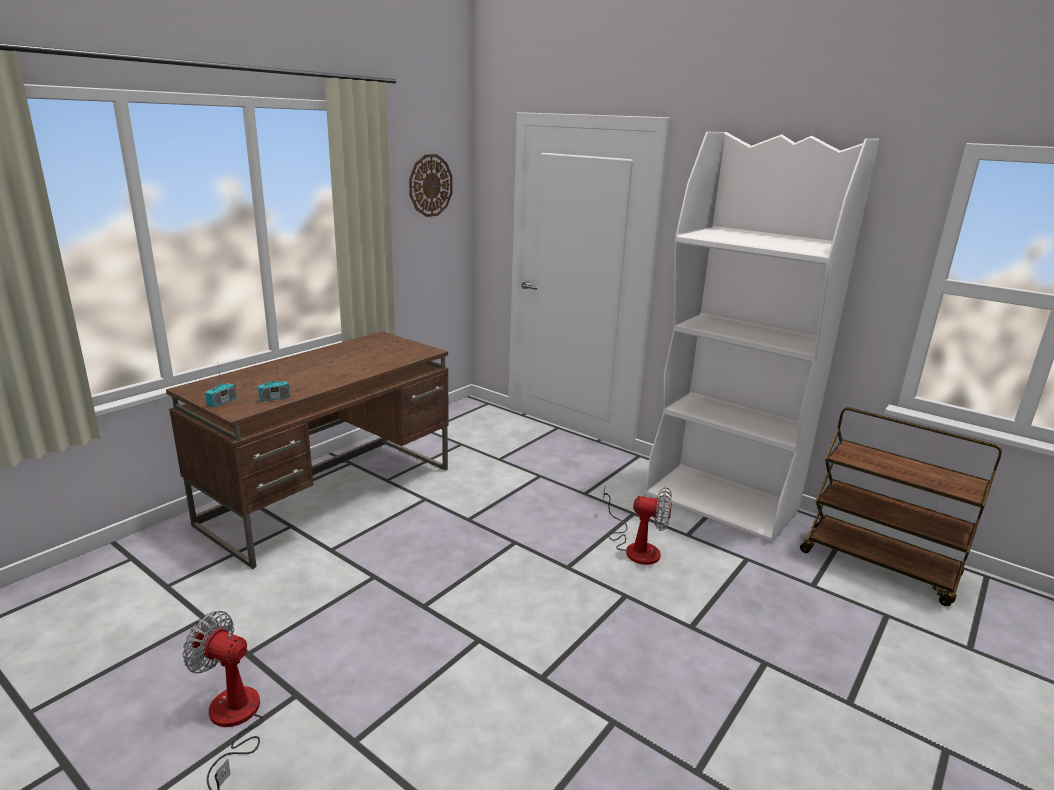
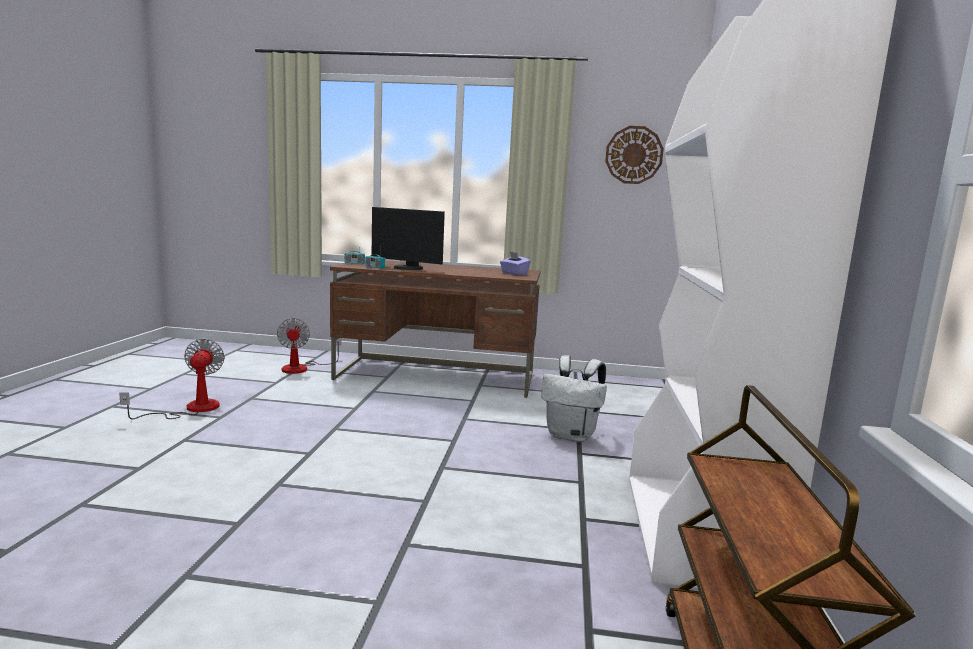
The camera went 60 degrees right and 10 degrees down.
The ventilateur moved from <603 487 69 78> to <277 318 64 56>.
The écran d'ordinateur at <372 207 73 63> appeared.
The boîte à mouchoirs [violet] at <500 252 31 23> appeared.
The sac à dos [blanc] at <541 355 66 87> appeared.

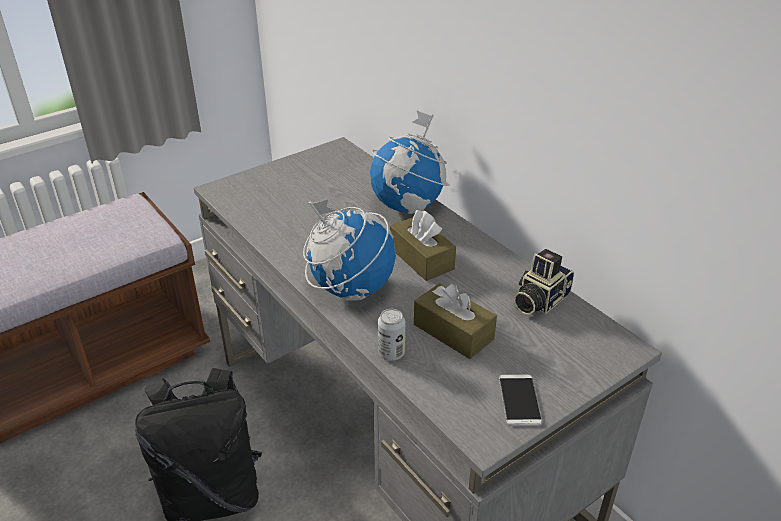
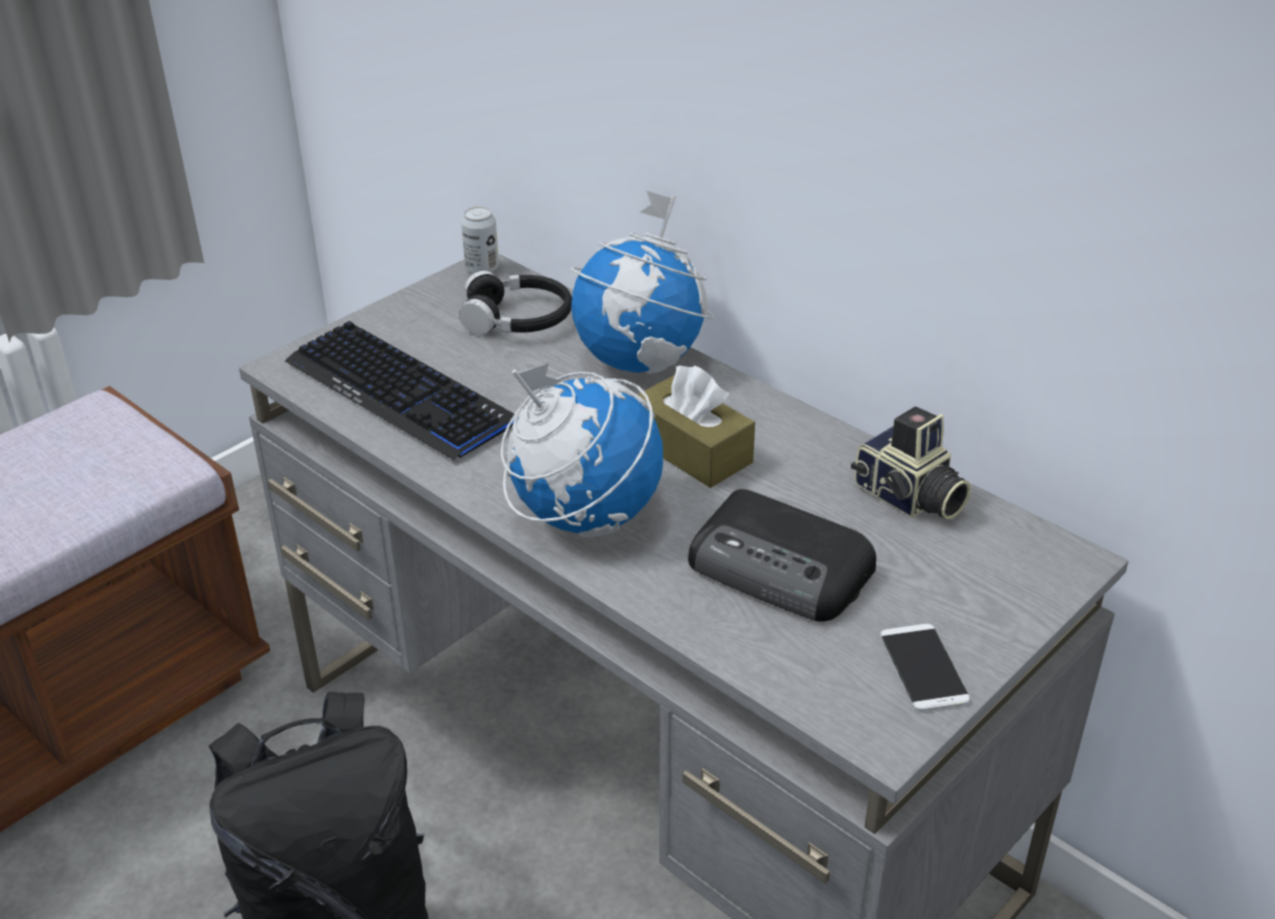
The camera went 10 degrees left and 0 degrees up.
The boîte métallique moved from <378 309 27 52> to <461 207 38 67>.
The boîte à mouchoirs [marron] at <414 283 83 76> was replaced by the radio at <688 489 188 133>.
The appareil photo at <513 249 61 66> turned 75 degrees counterclockwise.
The clavier at <285 321 229 139> appeared.
The casque audio [noir] at <459 271 113 64> appeared.

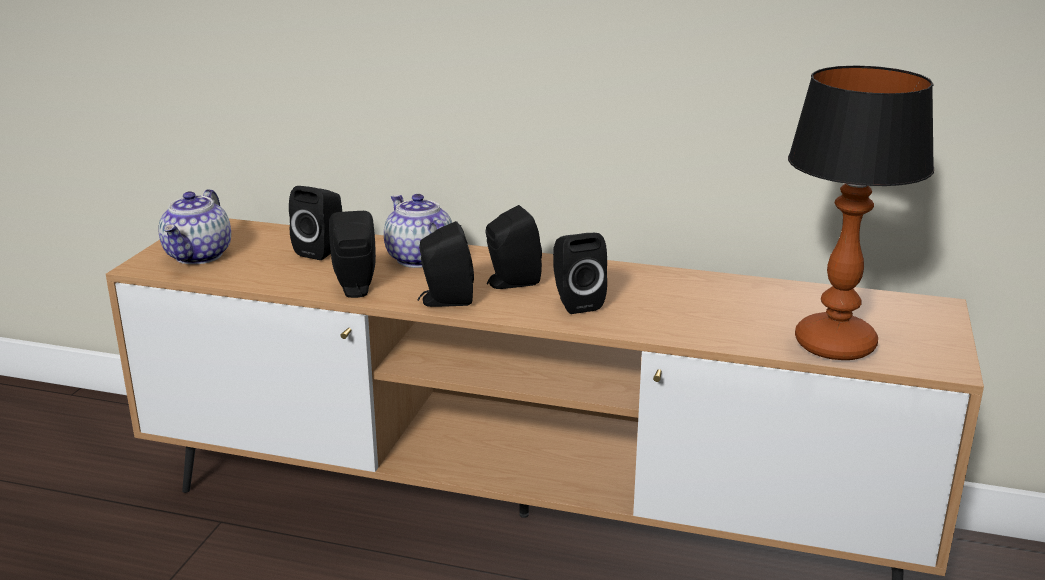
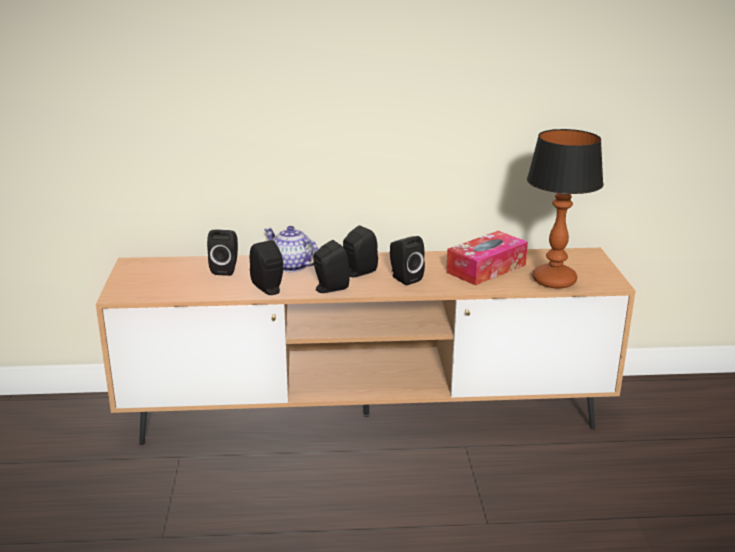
The camera went 20 degrees left and 0 degrees up.
The théière at <158 189 73 75> disappeared.
The boîte à mouchoirs at <446 231 82 55> appeared.

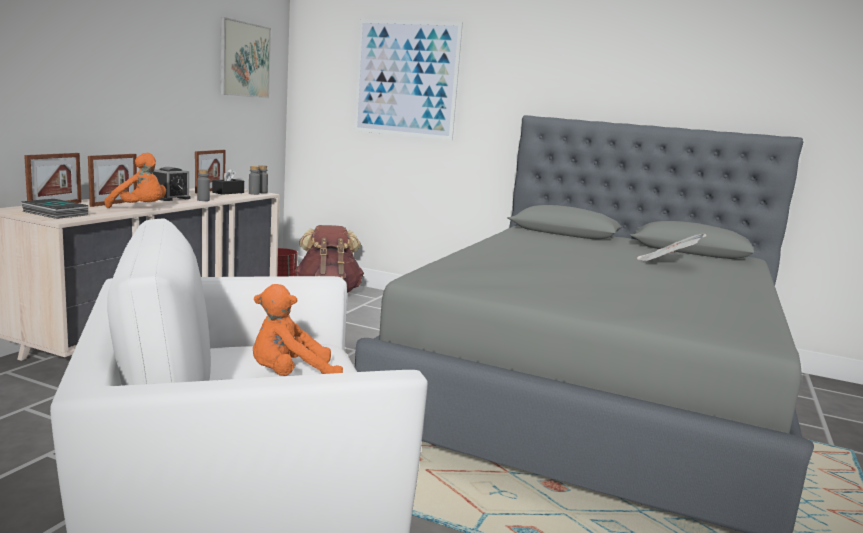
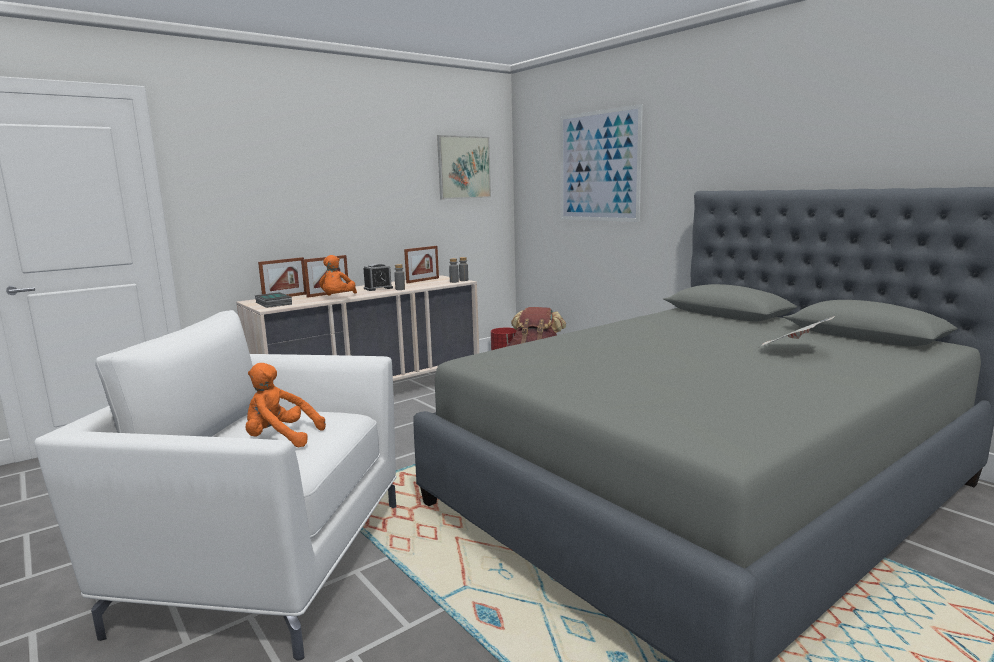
The camera went 30 degrees right and 0 degrees up.
The peluche [orange] at <104 153 62 55> turned 45 degrees clockwise.
The boîte à mouchoirs [noir] at <212 169 32 26> disappeared.

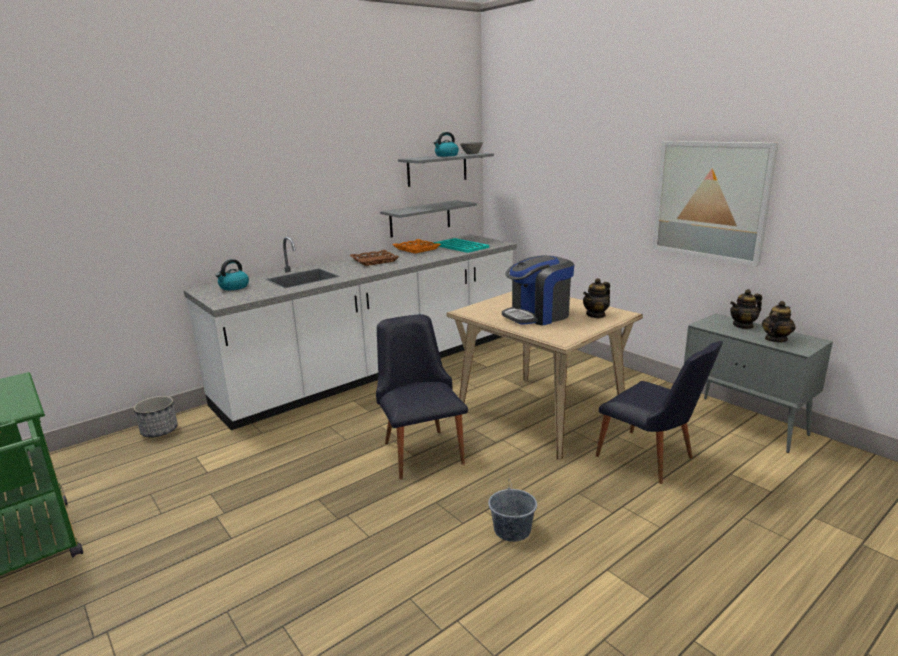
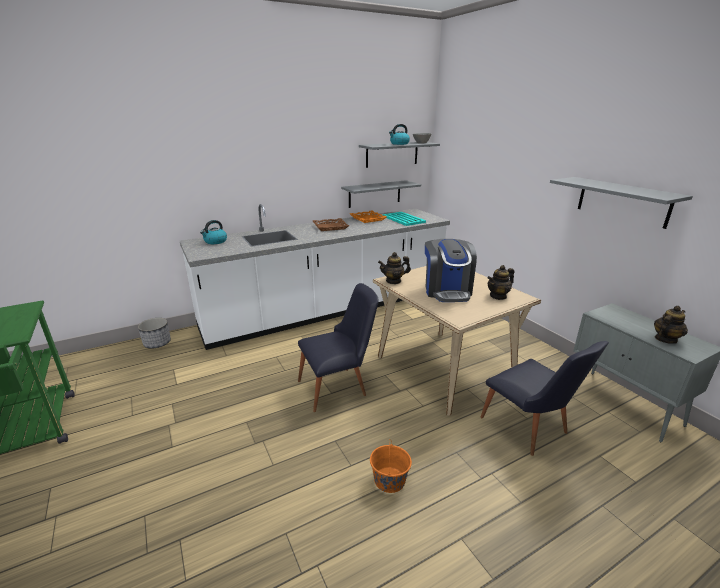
The camera went 10 degrees right and 5 degrees up.
The chaise [noir] at <376 314 92 165> turned 75 degrees clockwise.
The seau [gris] at <488 479 49 63> became the seau [orange] at <370 440 42 53>.
The machine à café at <502 255 72 71> turned 75 degrees counterclockwise.
The tableau at <653 141 126 125> was replaced by the étagère [gris] at <550 177 143 52>.
The théière moved from <730 289 32 40> to <378 252 33 32>.

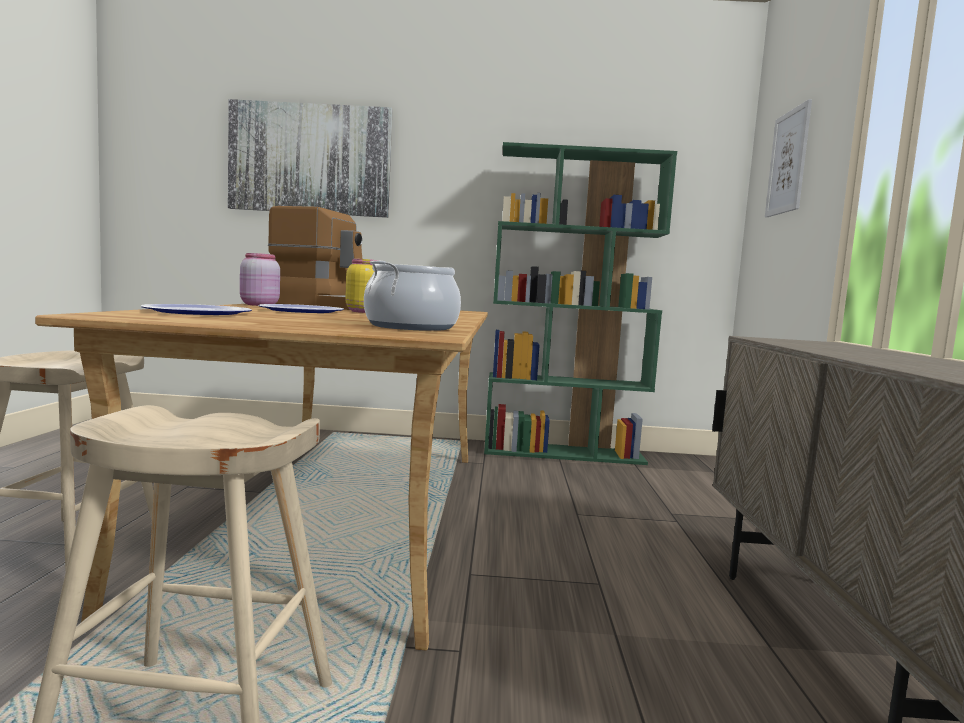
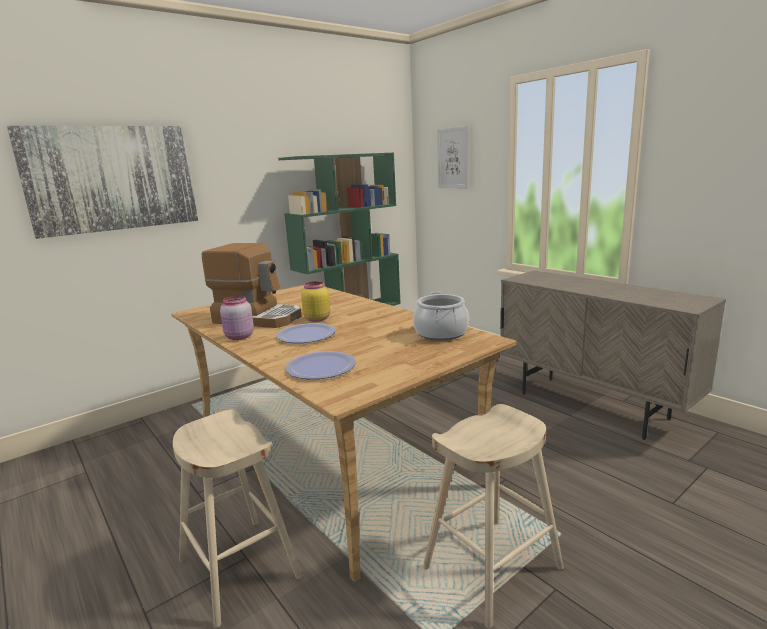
The camera went 40 degrees left and 10 degrees up.
The machine à café at <268 206 95 104> turned 45 degrees clockwise.

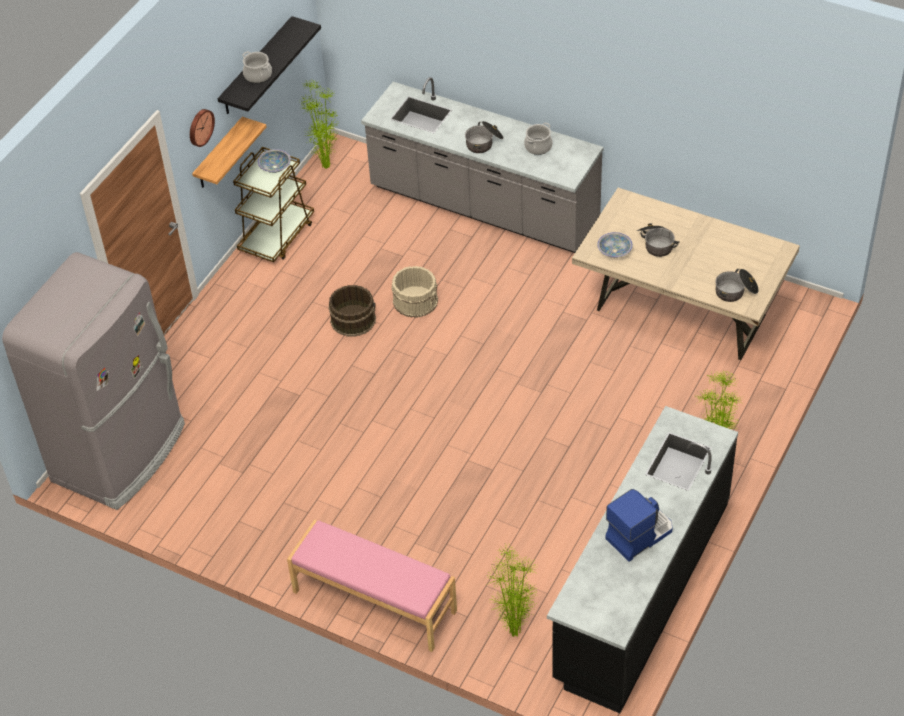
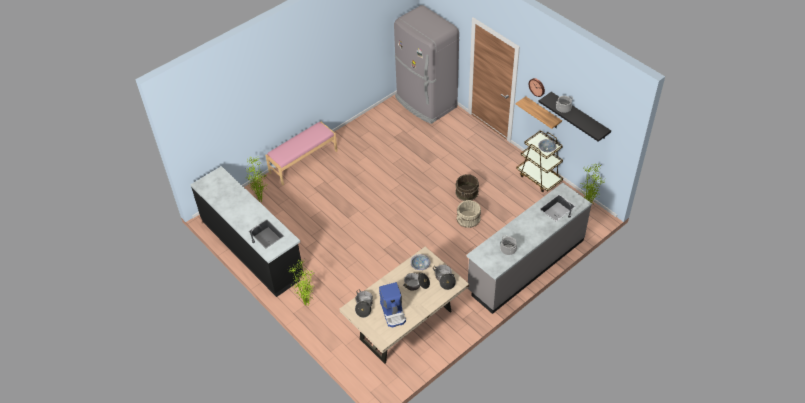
The camera went 110 degrees right and 0 degrees up.
The marmite moved from <465 121 39 32> to <433 265 23 25>.
The machine à café moved from <606 489 67 72> to <379 282 27 46>.

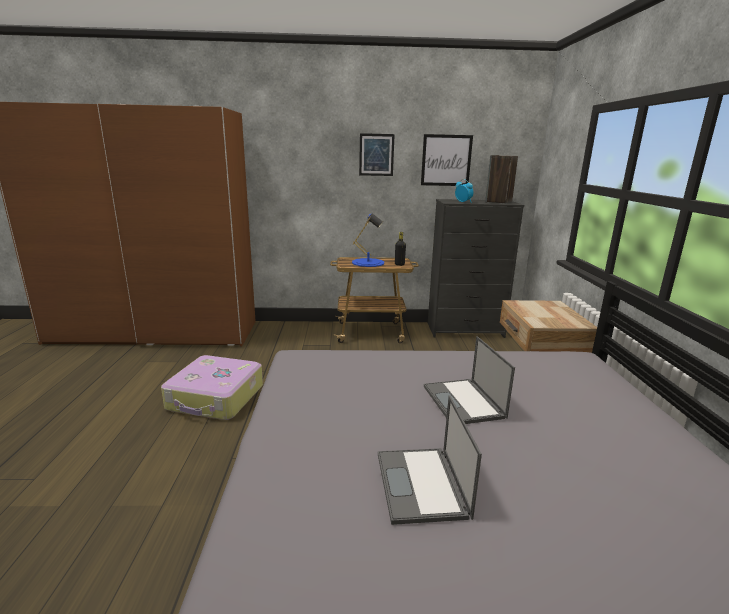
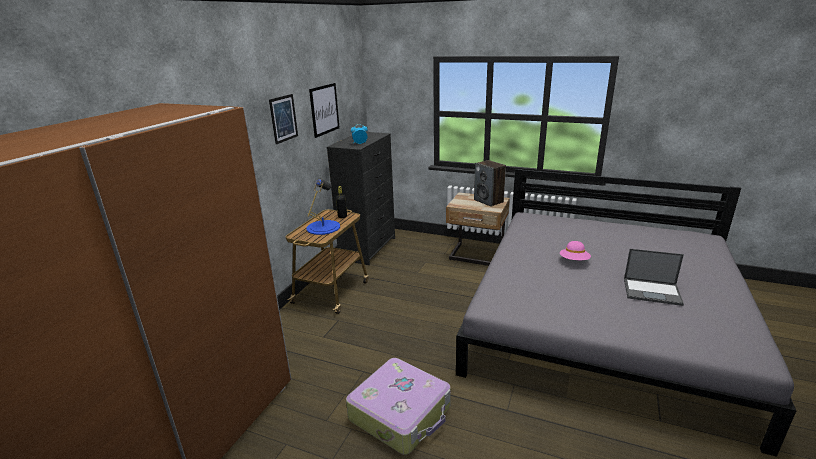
The camera went 65 degrees left and 5 degrees up.
The ordinateur portable at <424 336 91 88> was replaced by the chapeau [rose] at <560 241 31 19>.
The enceinte moved from <485 155 33 49> to <474 160 32 47>.

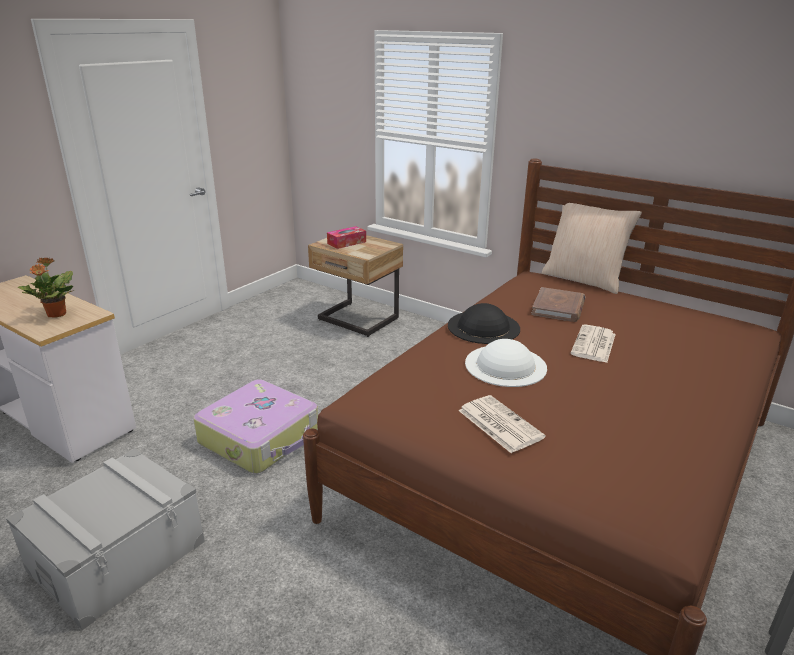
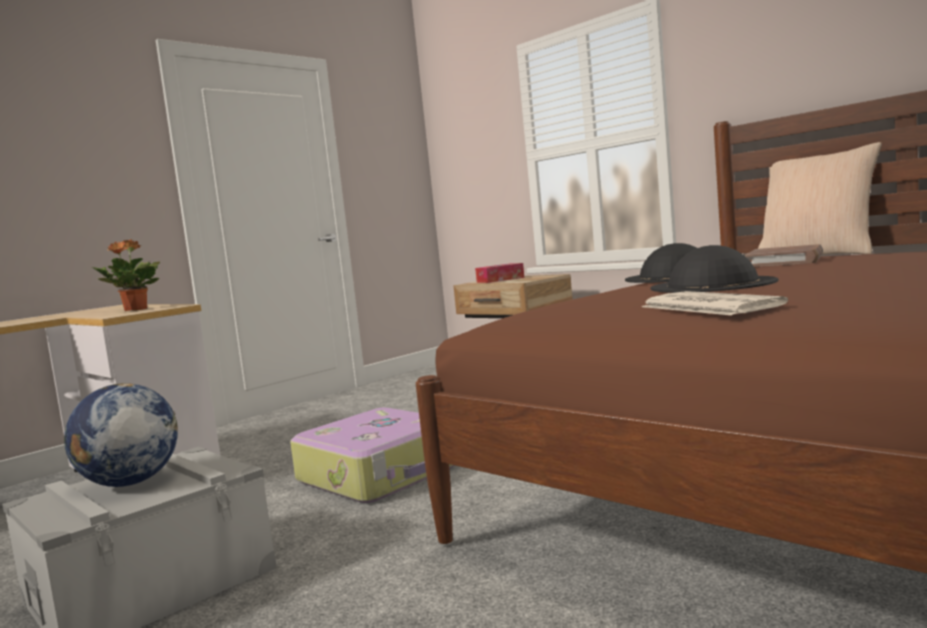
The camera went 10 degrees right and 20 degrees down.
The chapeau [blanc] at <465 339 82 48> became the chapeau [noir] at <651 245 128 48>.
The journal at <570 324 46 39> disappeared.
The globe at <64 383 114 104> appeared.

